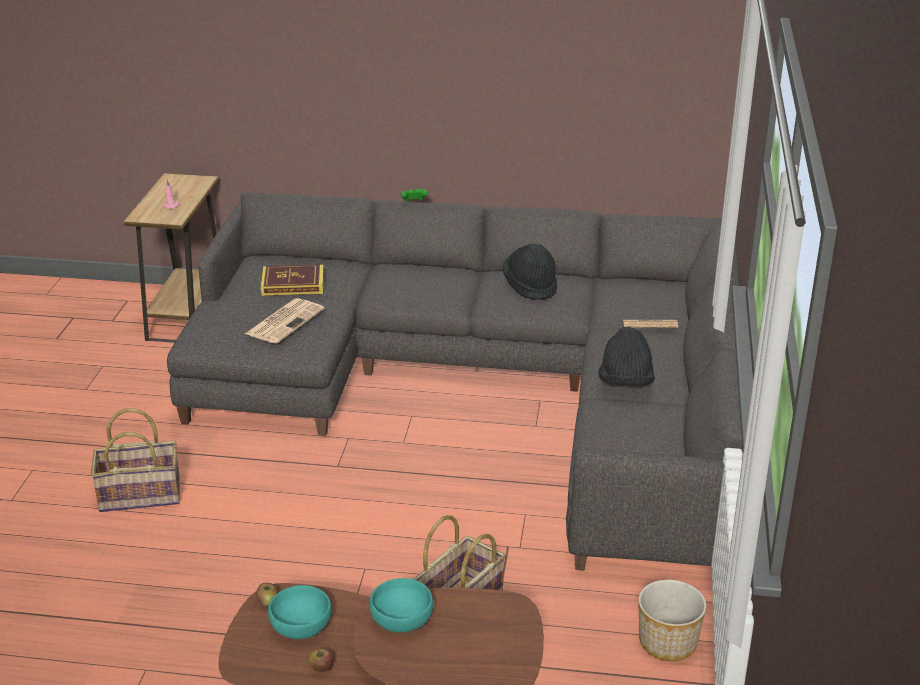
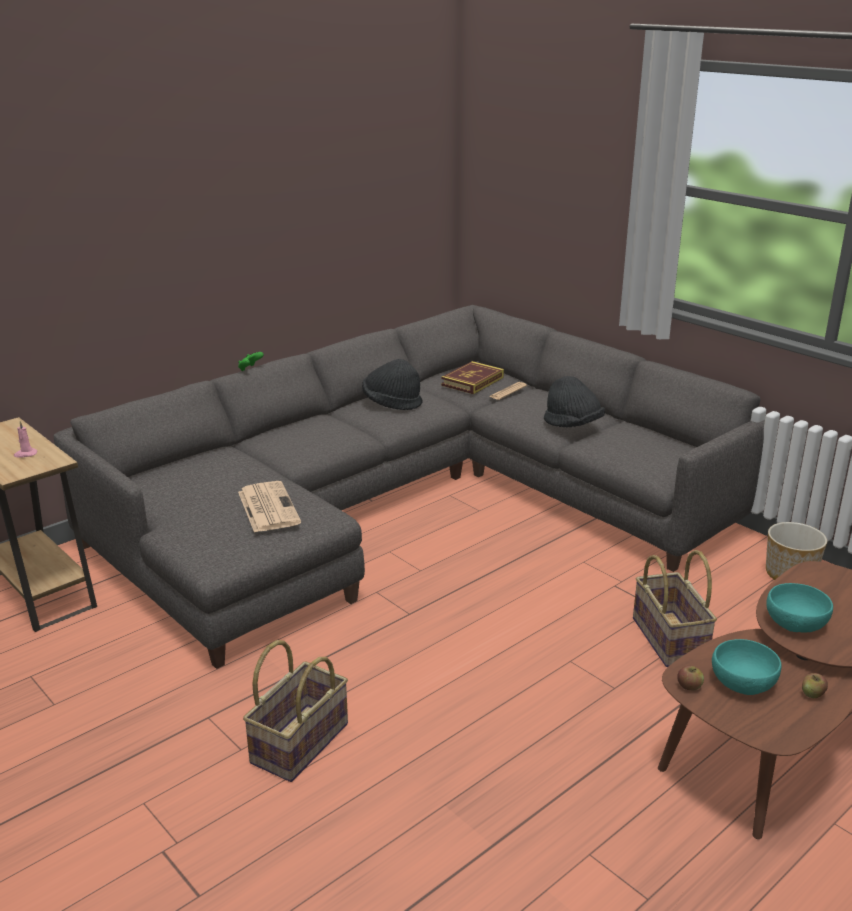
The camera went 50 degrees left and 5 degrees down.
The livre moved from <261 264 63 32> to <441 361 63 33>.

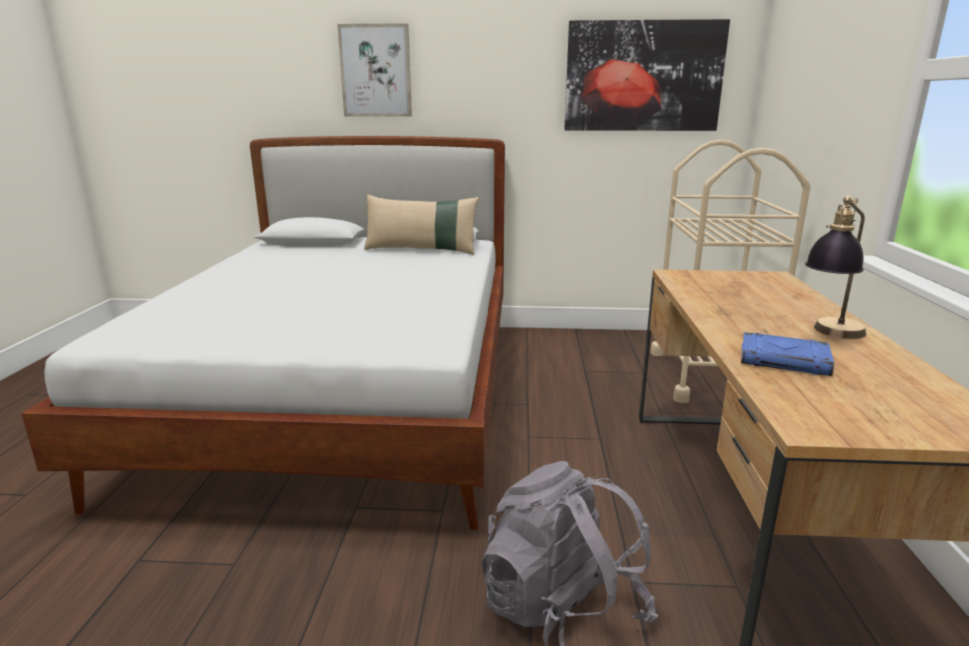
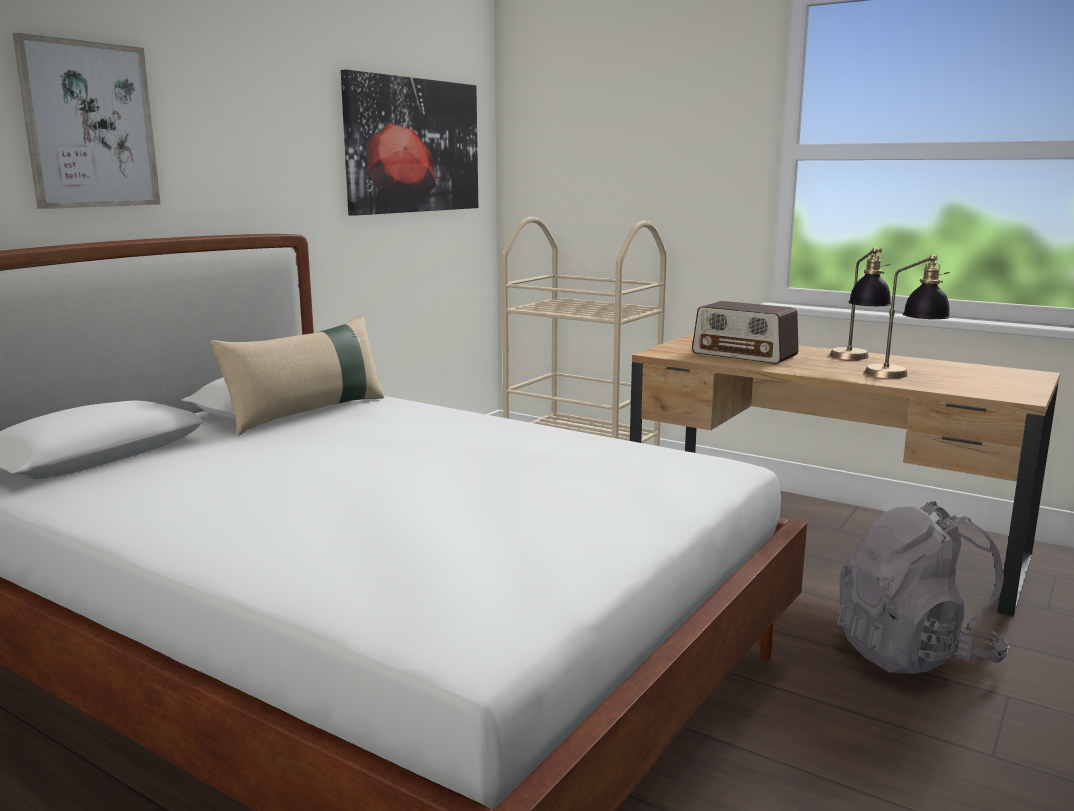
The camera went 60 degrees left and 5 degrees down.
The livre [bleu] at <741 332 93 44> was replaced by the lampe de table at <864 255 87 123>.
The radio at <692 301 107 63> appeared.

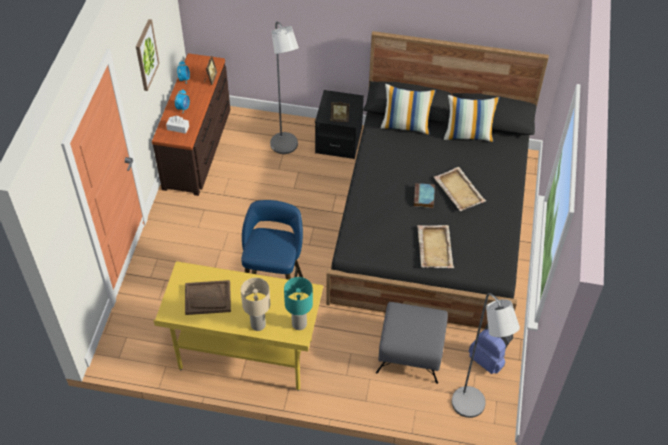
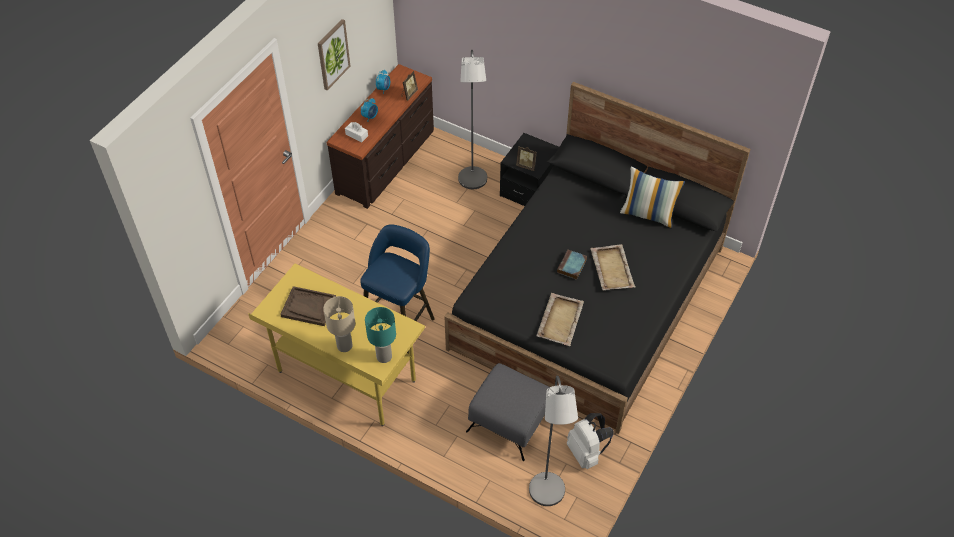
The camera went 20 degrees right and 0 degrees up.
The coussin at <381 84 55 51> disappeared.
The sac à dos [bleu] at <468 324 45 50> became the sac à dos [blanc] at <567 413 47 56>.

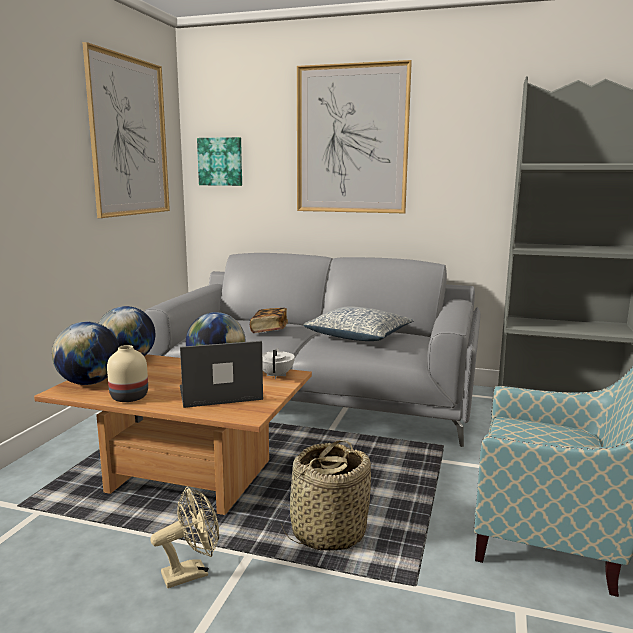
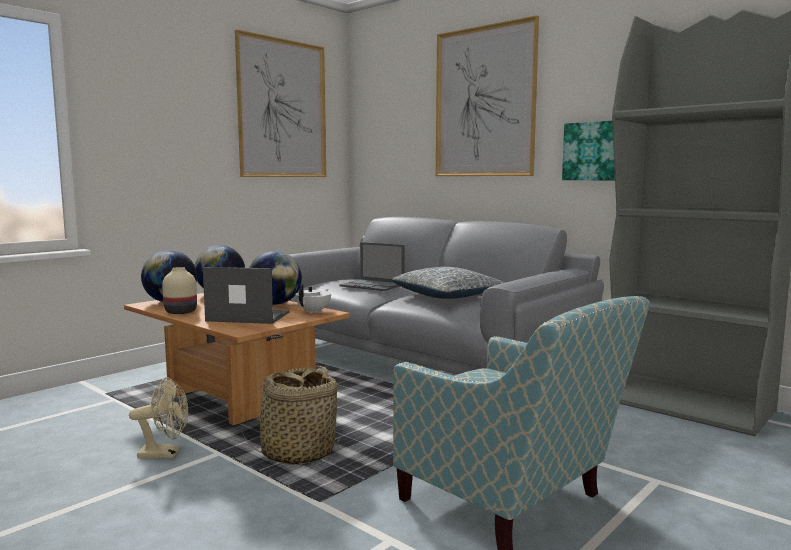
The camera went 25 degrees right and 5 degrees down.
The tableau moved from <197 137 45 49> to <562 121 53 59>.
The livre at <250 308 38 25> was replaced by the ordinateur portable at <339 242 66 49>.

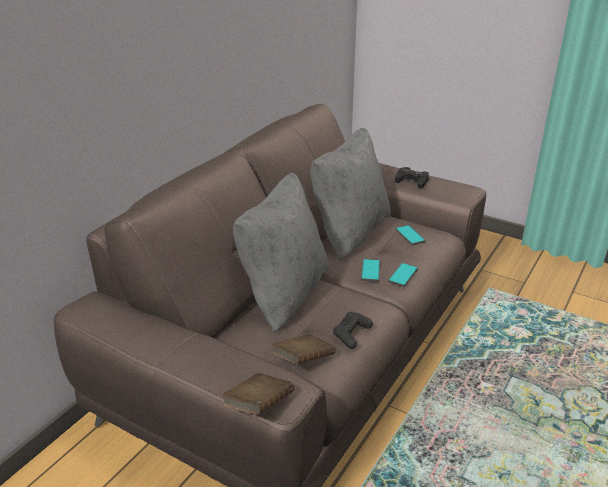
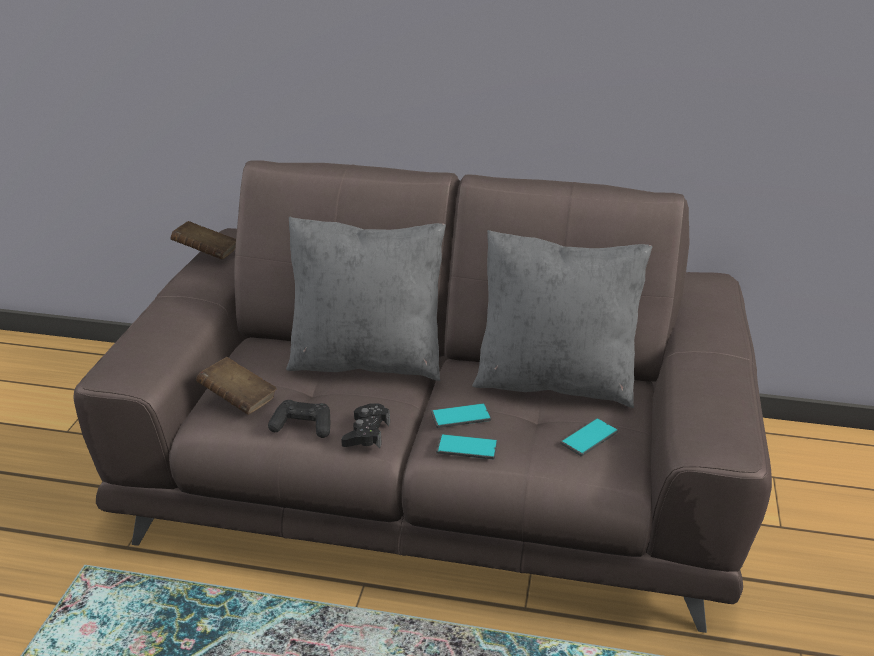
The camera went 70 degrees right and 0 degrees up.
The livre [marron] moved from <222 373 72 42> to <170 221 66 38>.
The manette [noir] moved from <395 167 34 22> to <341 403 49 45>.

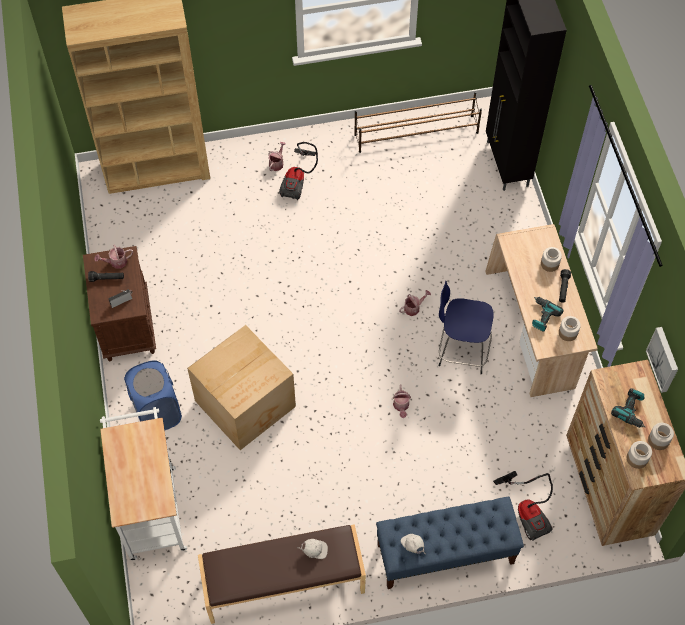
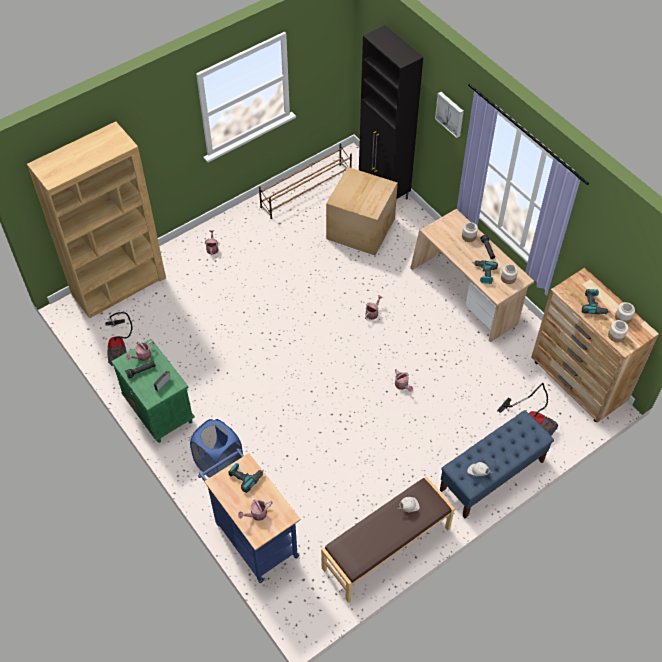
The camera went 25 degrees left and 5 degrees down.
The table de chevet [marron] at <83 246 73 115> became the table de chevet [vert] at <111 339 84 104>.
The chariot [blanc] at <100 407 87 153> became the chariot [bleu] at <198 448 103 135>.
The carton moved from <187 325 109 125> to <326 167 72 89>.
The aspirateur moved from <279 142 39 58> to <105 312 27 54>.
The tabouret [bleu] at <438 281 56 94> disappeared.
The tableau moved from <646 327 32 66> to <435 92 29 46>.
The perceuse at <229 463 35 30> appeared.
The arrosoir at <238 499 35 22> appeared.

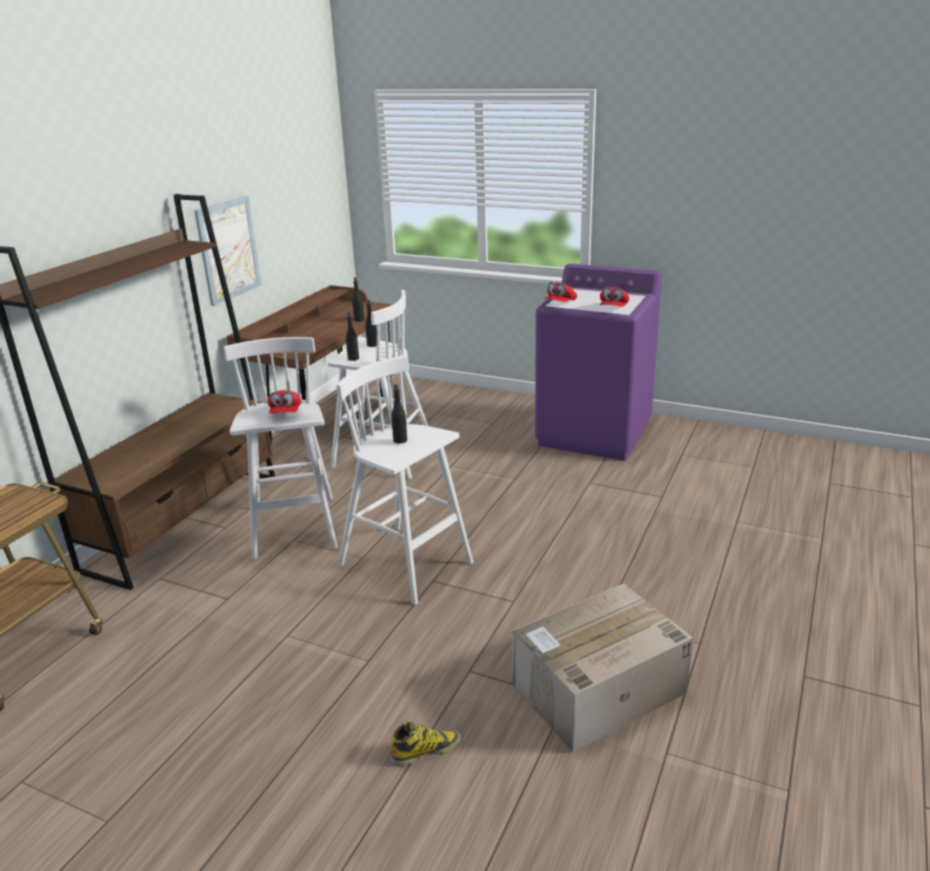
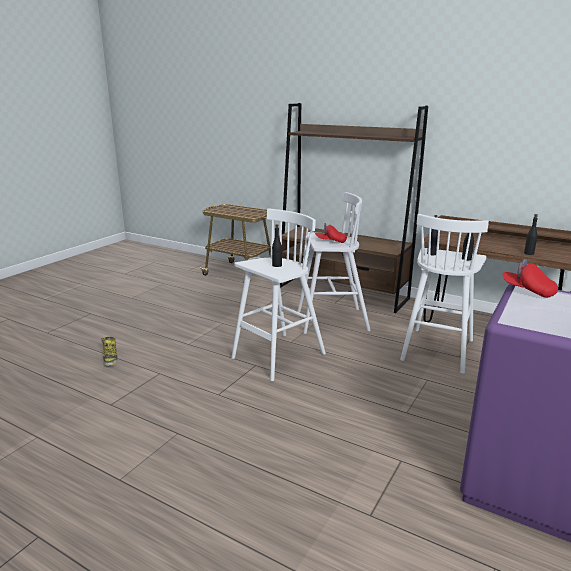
The camera went 95 degrees right and 5 degrees down.
The tableau at <194 196 67 110> disappeared.
The carton at <512 583 181 169> disappeared.
The casquette [rouge] at <600 287 29 20> disappeared.

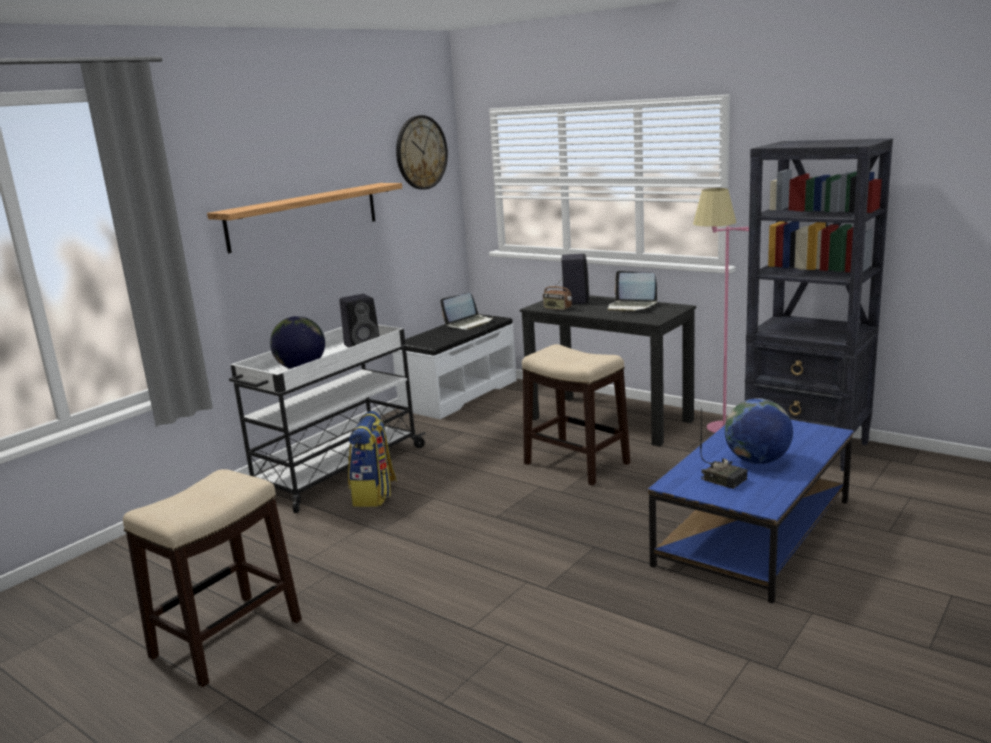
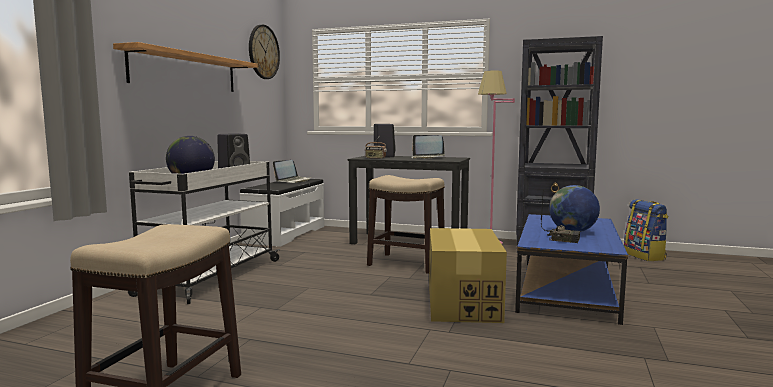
The camera went 20 degrees left and 10 degrees down.
The sac à dos moved from <348 411 49 96> to <624 199 44 62>.
The carton at <429 228 78 95> appeared.

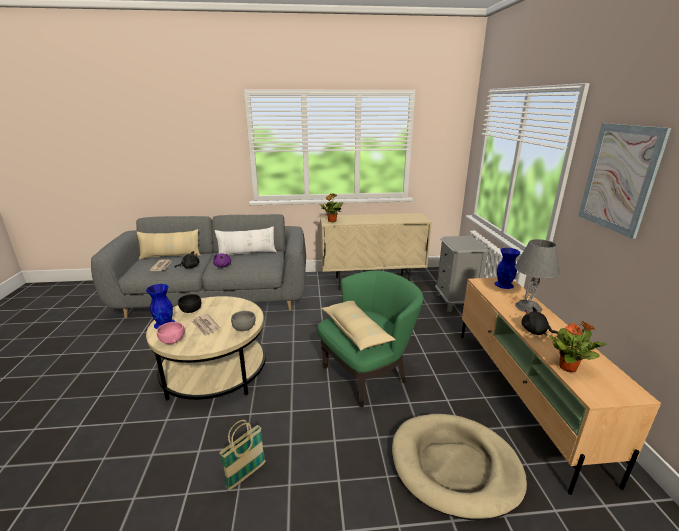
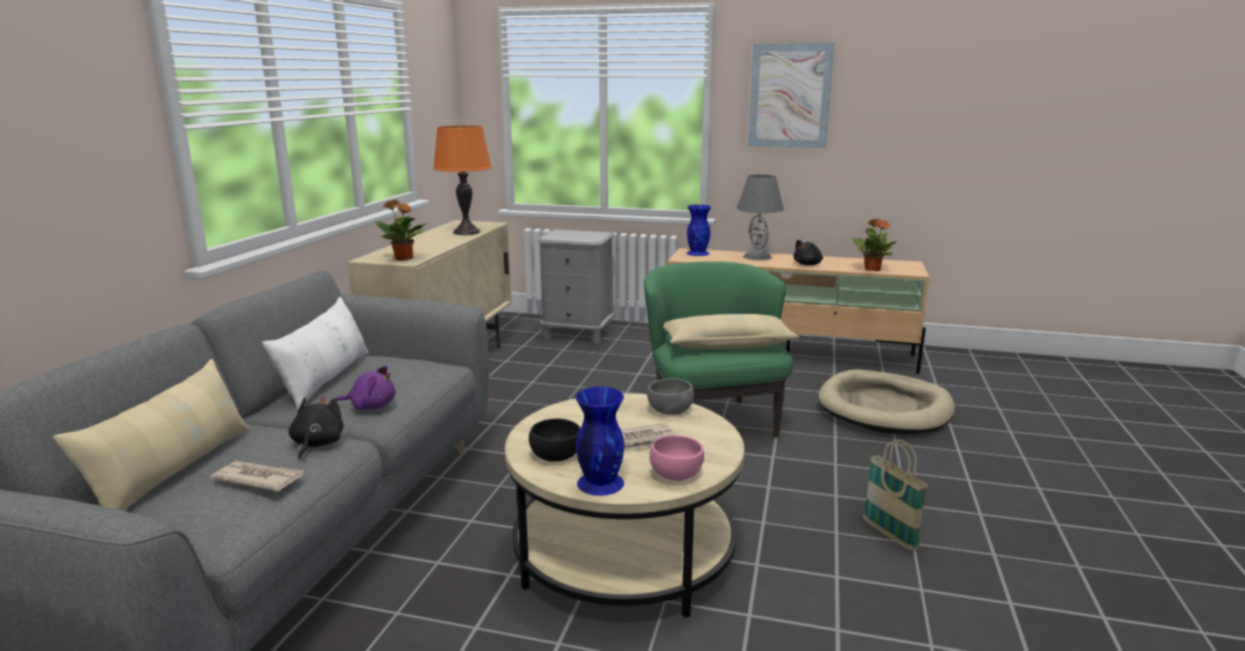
The camera went 70 degrees left and 5 degrees down.
The lampe de table [orange] at <433 126 59 109> appeared.

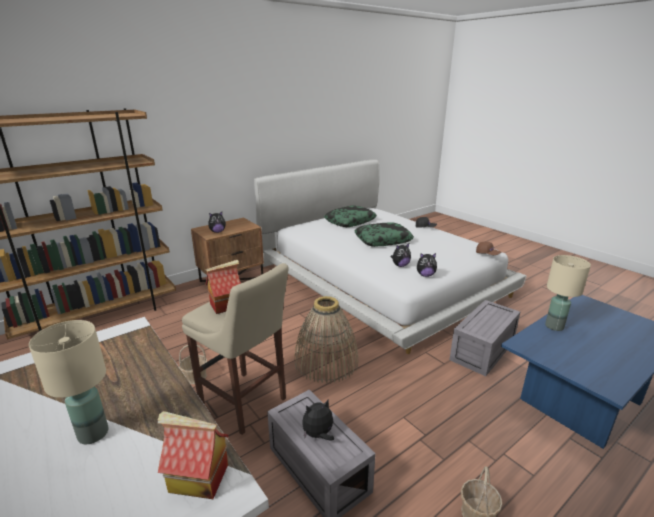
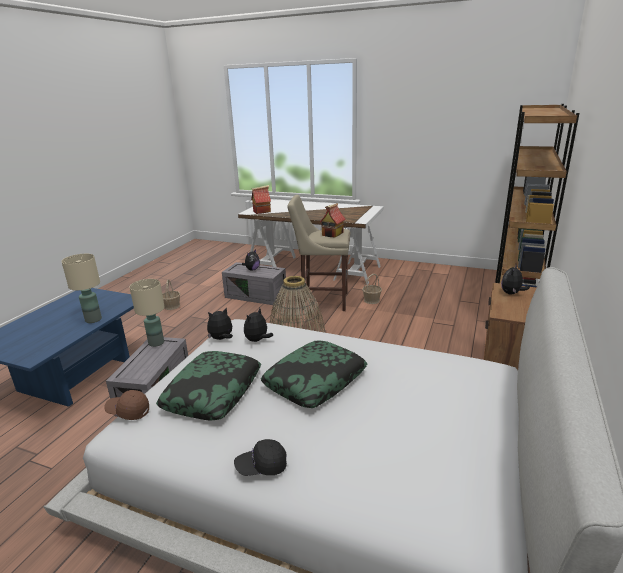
The camera went 150 degrees right and 0 degrees up.
The lampe de table [beige] moved from <29 320 80 124> to <130 279 35 68>.
The coussin moved from <324 206 53 21> to <156 351 105 69>.

